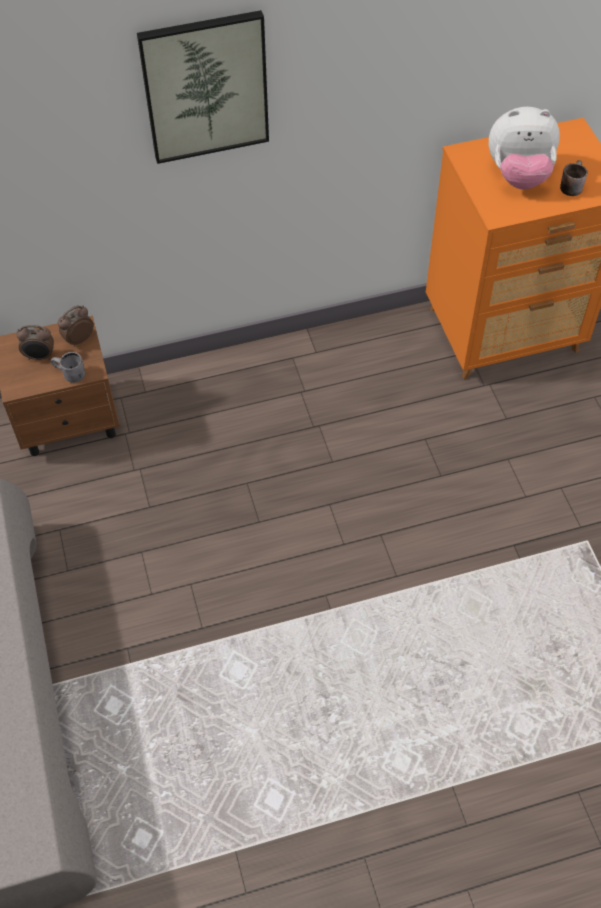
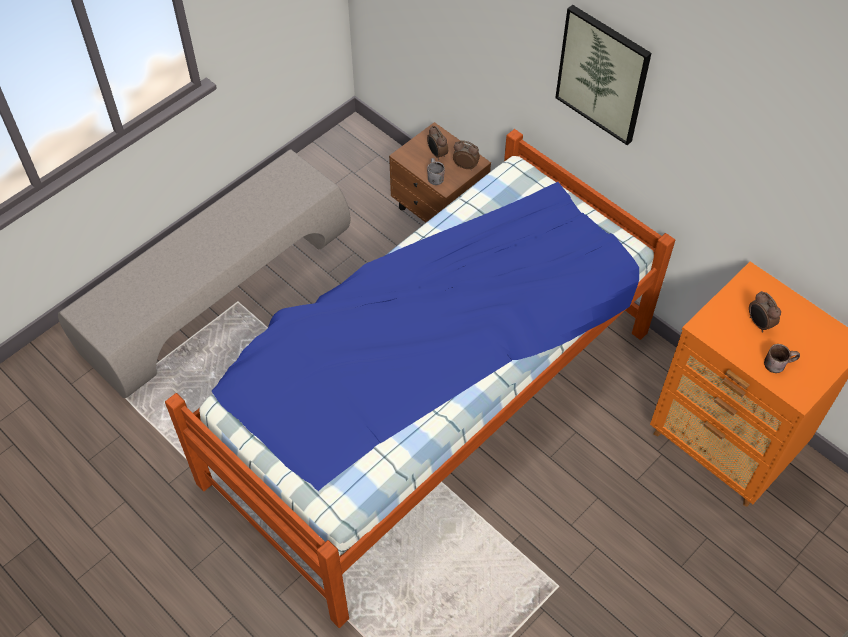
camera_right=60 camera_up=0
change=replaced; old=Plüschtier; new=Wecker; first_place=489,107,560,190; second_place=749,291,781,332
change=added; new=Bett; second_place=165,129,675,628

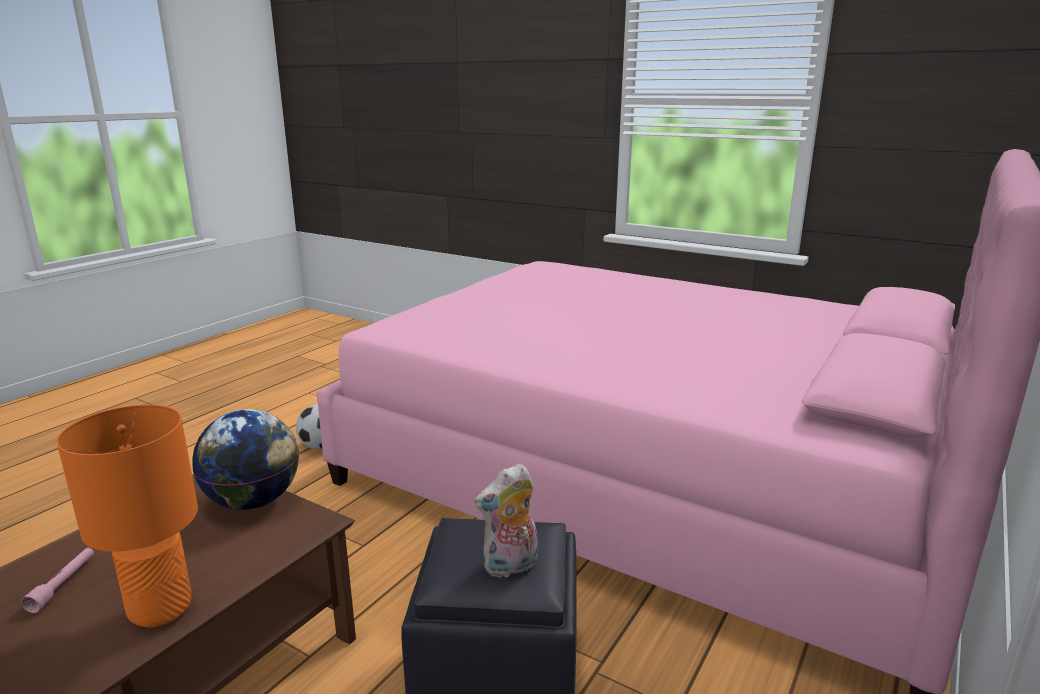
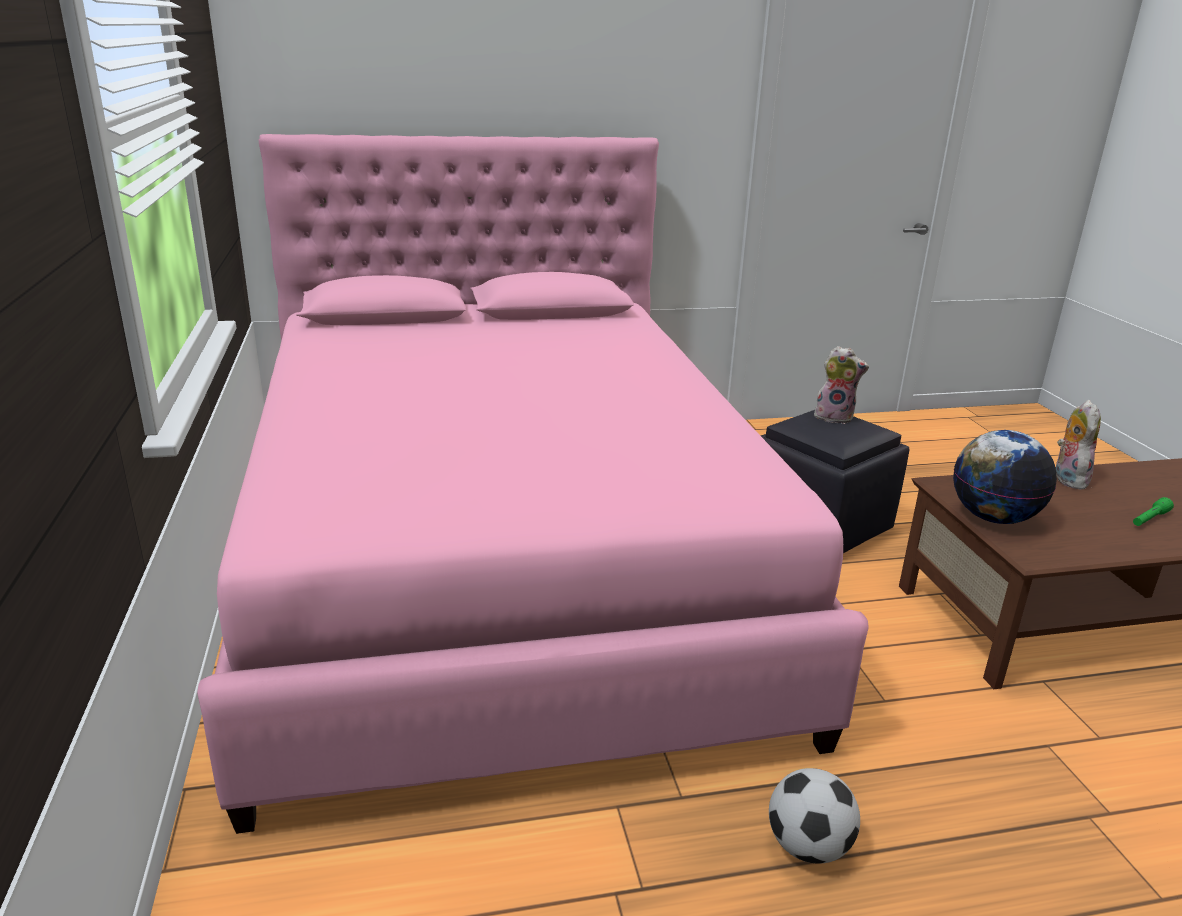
camera_right=-135 camera_up=5
change=recoloured; old=Taschenlampe [rosa]; new=Taschenlampe [grün]; first_place=21,548,94,613; second_place=1133,497,1174,526
change=replaced; old=Tischlampe [orange]; new=Plüschtier; first_place=57,405,198,628; second_place=1056,400,1101,490

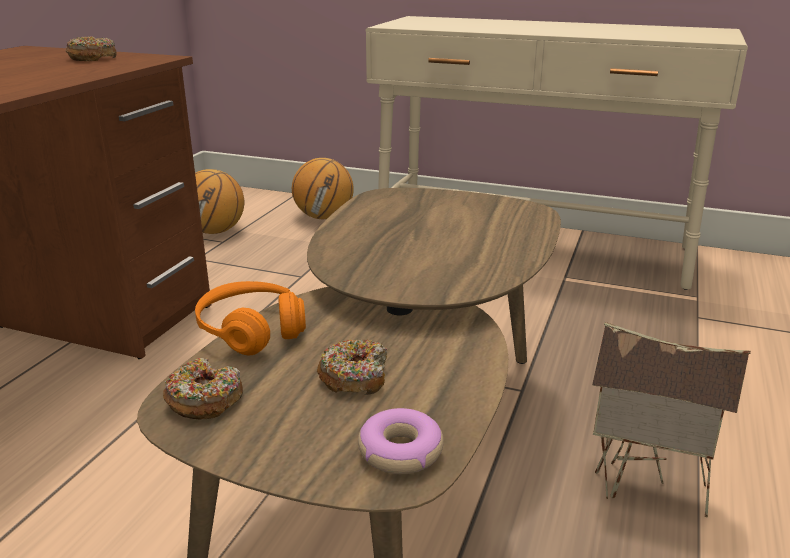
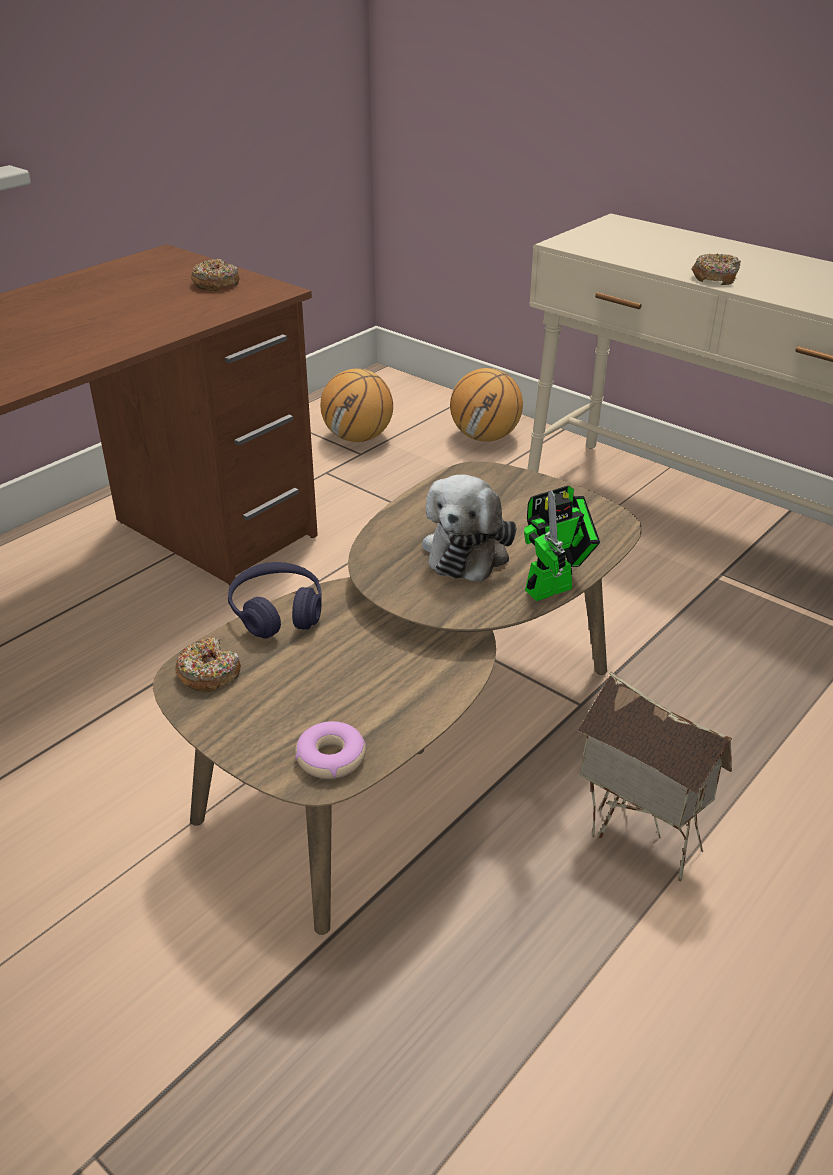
camera_right=20 camera_up=10
change=recoloured; old=Kopfhörer [orange]; new=Kopfhörer [lila]; first_place=195,281,306,355; second_place=228,562,322,639
change=moved; old=Donut; first_place=317,339,387,395; second_place=691,253,741,285
change=added; new=Plüschtier; second_place=422,475,516,582
change=added; new=Spielzeugroboter; second_place=524,486,600,601

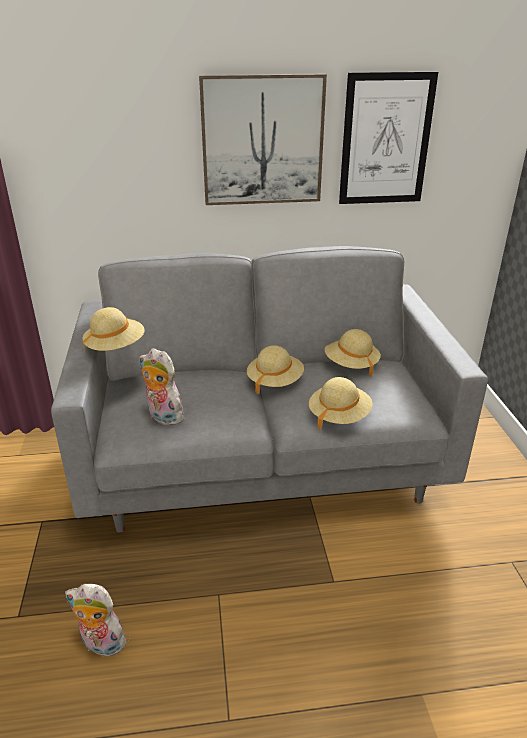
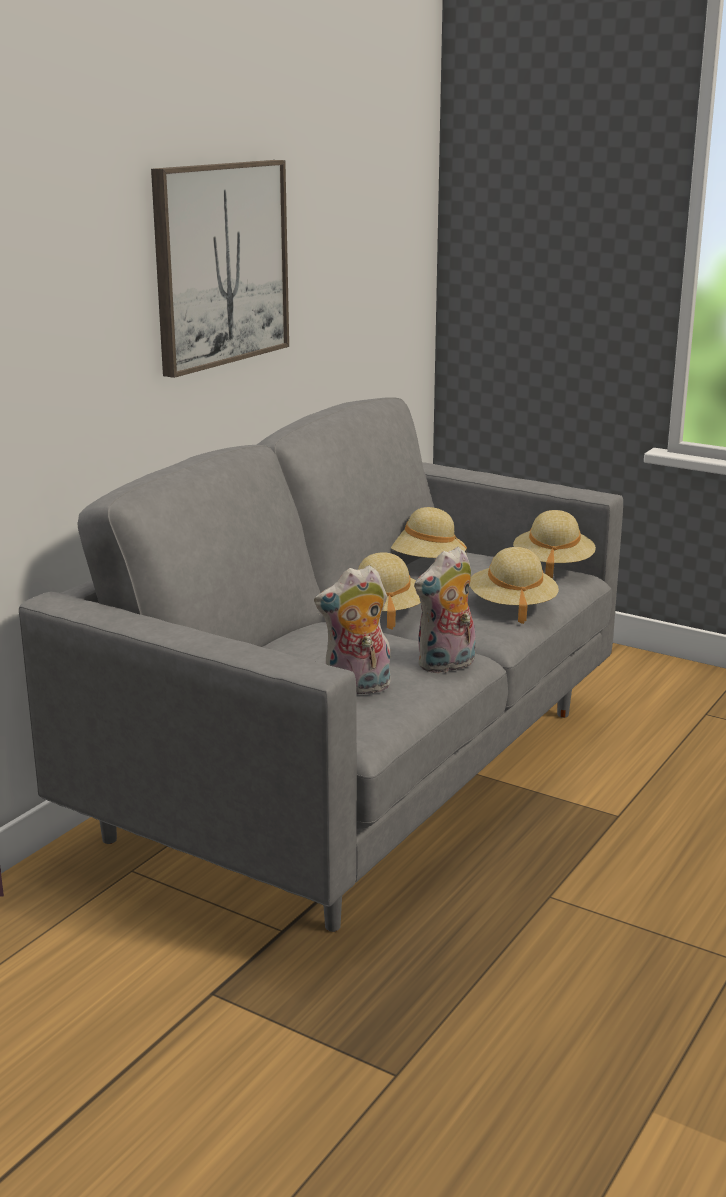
camera_right=-50 camera_up=-10
change=moved; old=Plüschtier; first_place=65,584,126,656; second_place=414,547,476,674
change=moved; old=Hut [beige]; first_place=82,307,145,352; second_place=513,510,596,578
change=removed; old=Bild; first_place=339,72,438,204

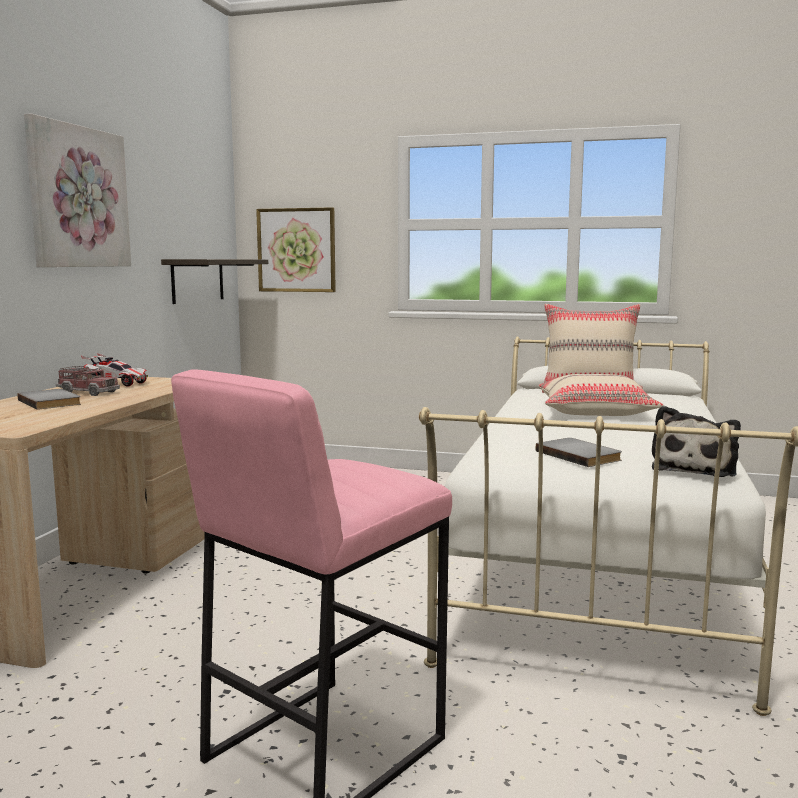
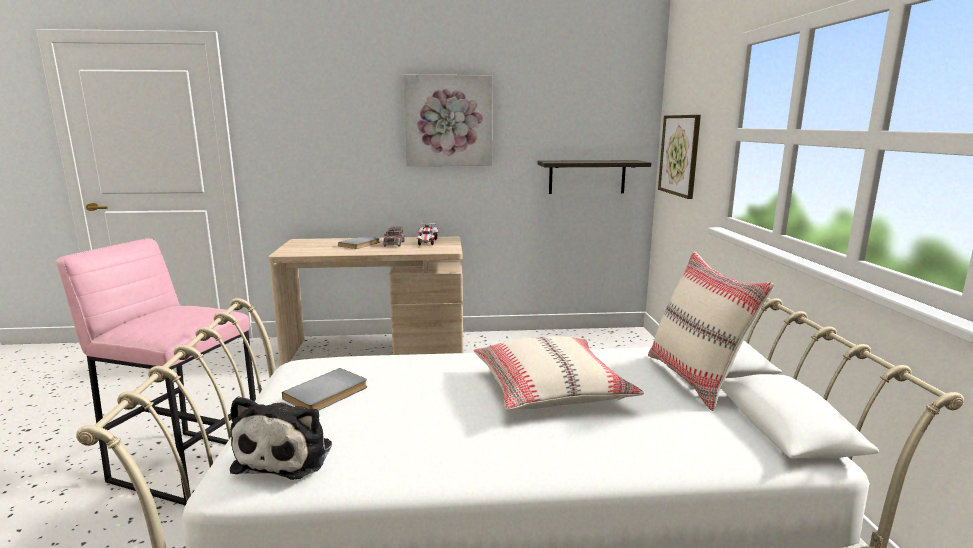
camera_right=70 camera_up=5
change=turned; old=Plüschtier; first_place=652,406,741,477; second_place=230,396,332,480; degrees=-90

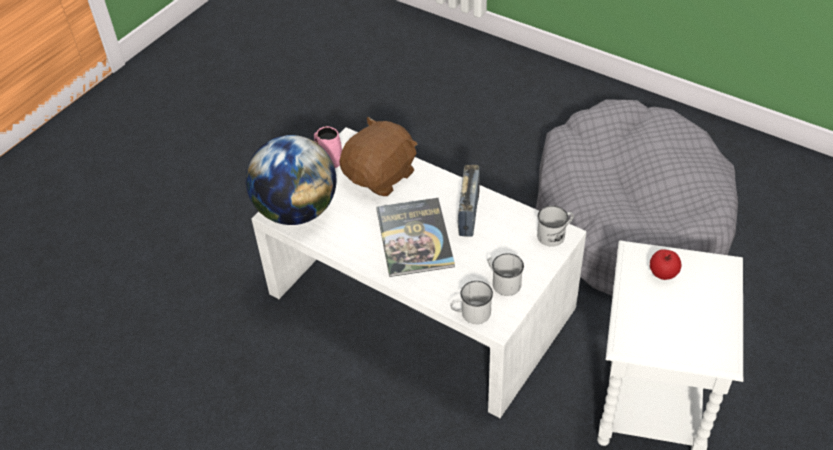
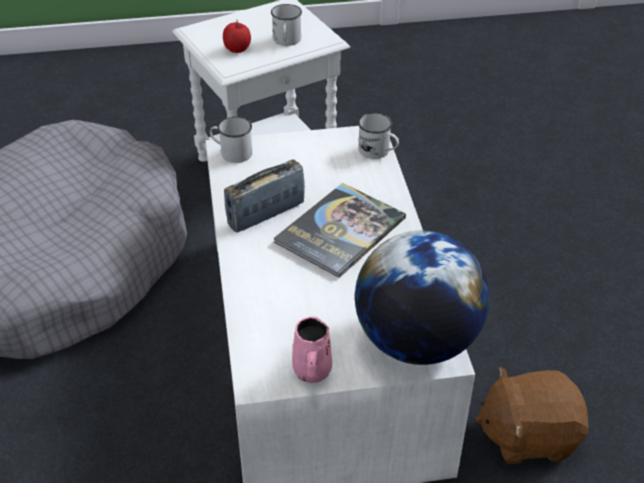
camera_right=-135 camera_up=-5
change=moved; old=Plüschtier [braun]; first_place=339,117,417,196; second_place=474,366,589,464
change=moved; old=Henkelbecher [weiß]; first_place=488,253,524,296; second_place=271,4,302,46

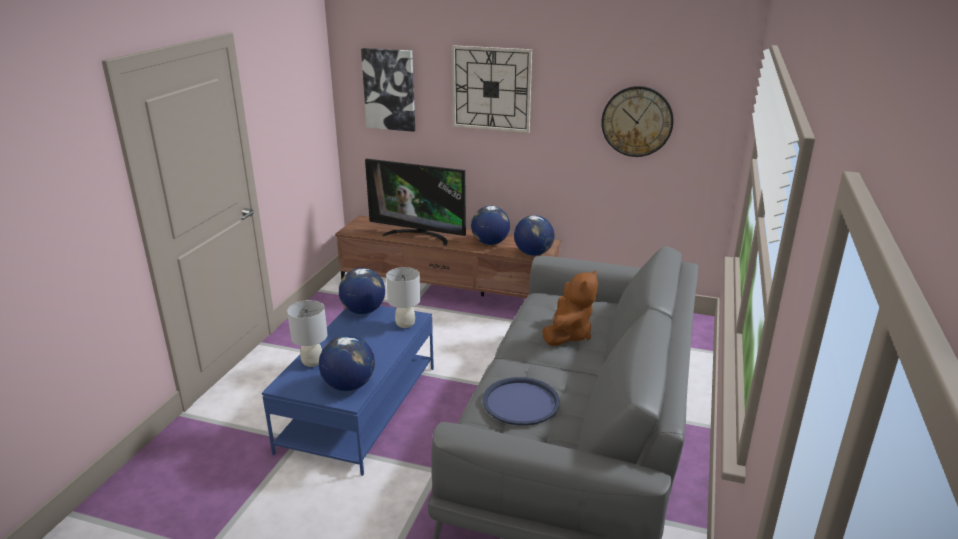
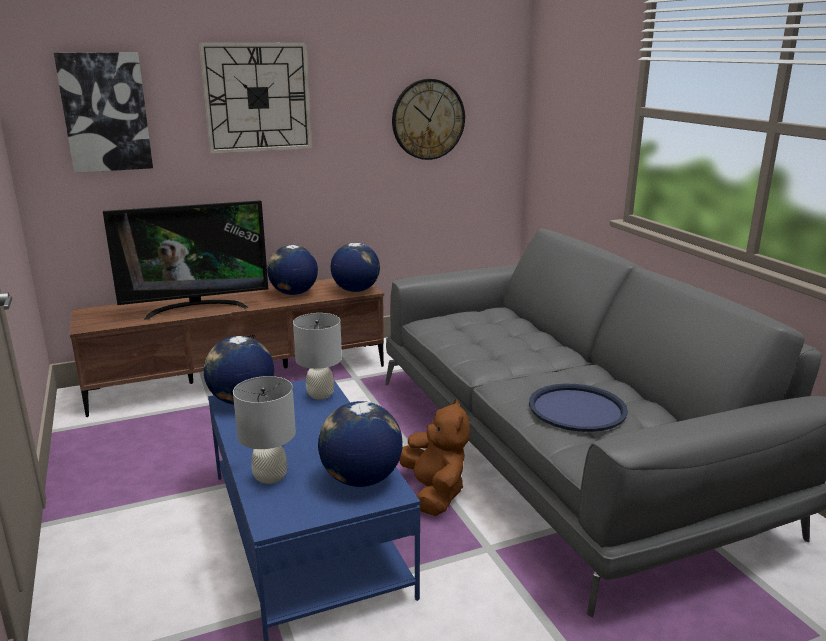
camera_right=-40 camera_up=-5
change=moved; old=Plüschtier [braun]; first_place=542,270,598,346; second_place=399,399,470,516

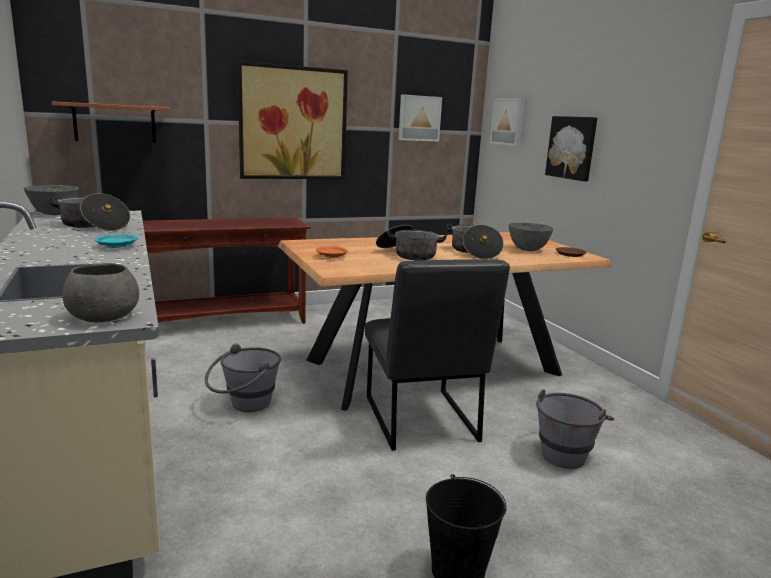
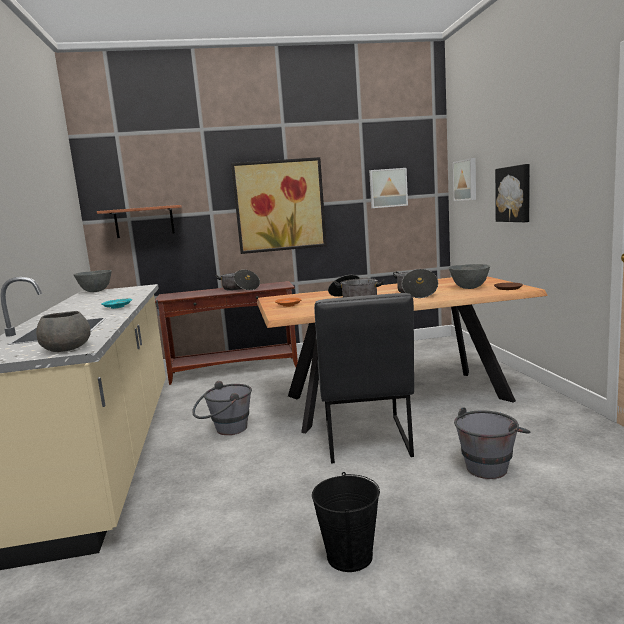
camera_right=15 camera_up=-5
change=moved; old=Kochtopf; first_place=48,193,130,231; second_place=215,270,260,290

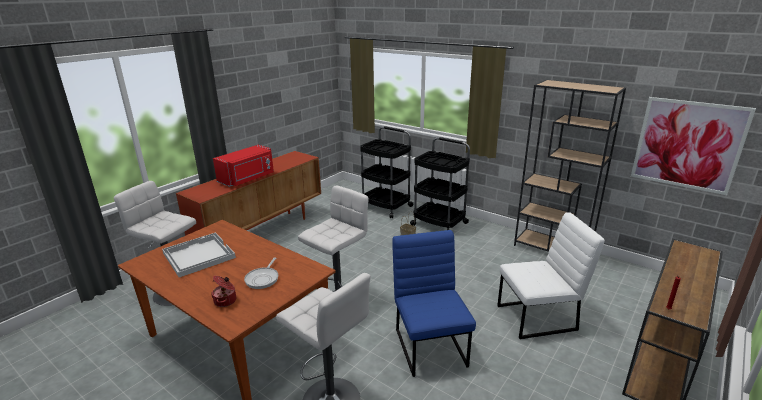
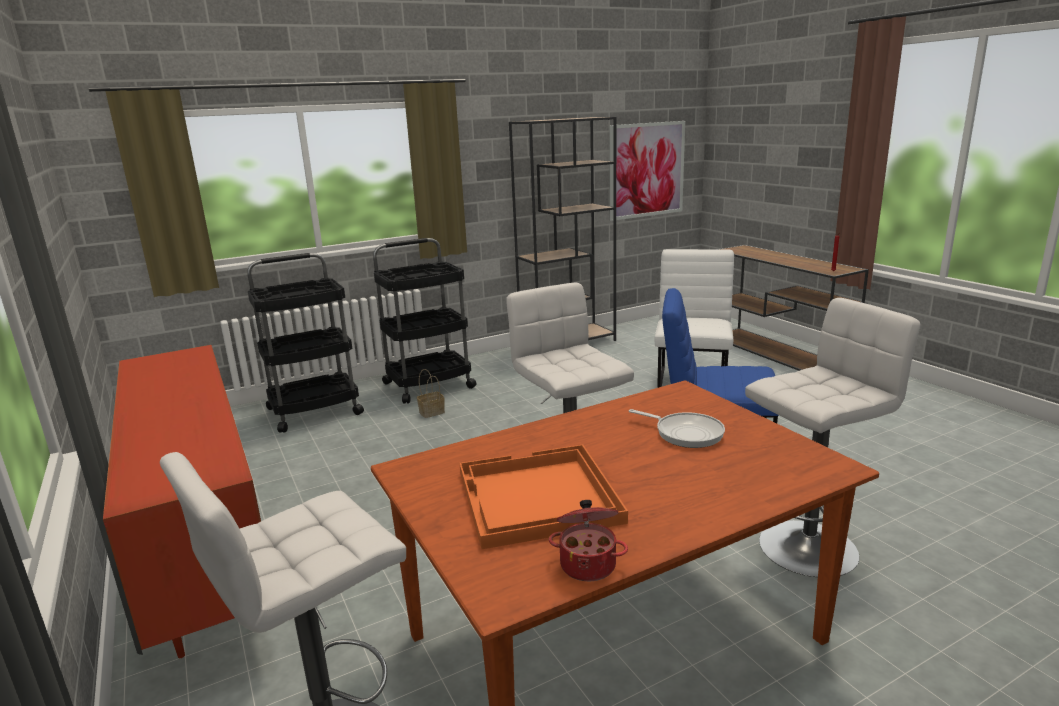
camera_right=-65 camera_up=-5
change=recoloured; old=Tablett [weiß]; new=Tablett [orange]; first_place=162,232,236,277; second_place=459,444,628,550
change=moved; old=Kochtopf; first_place=211,276,236,307; second_place=549,500,628,581
change=removed; old=Mikrowelle [rot]; first_place=213,145,274,187

